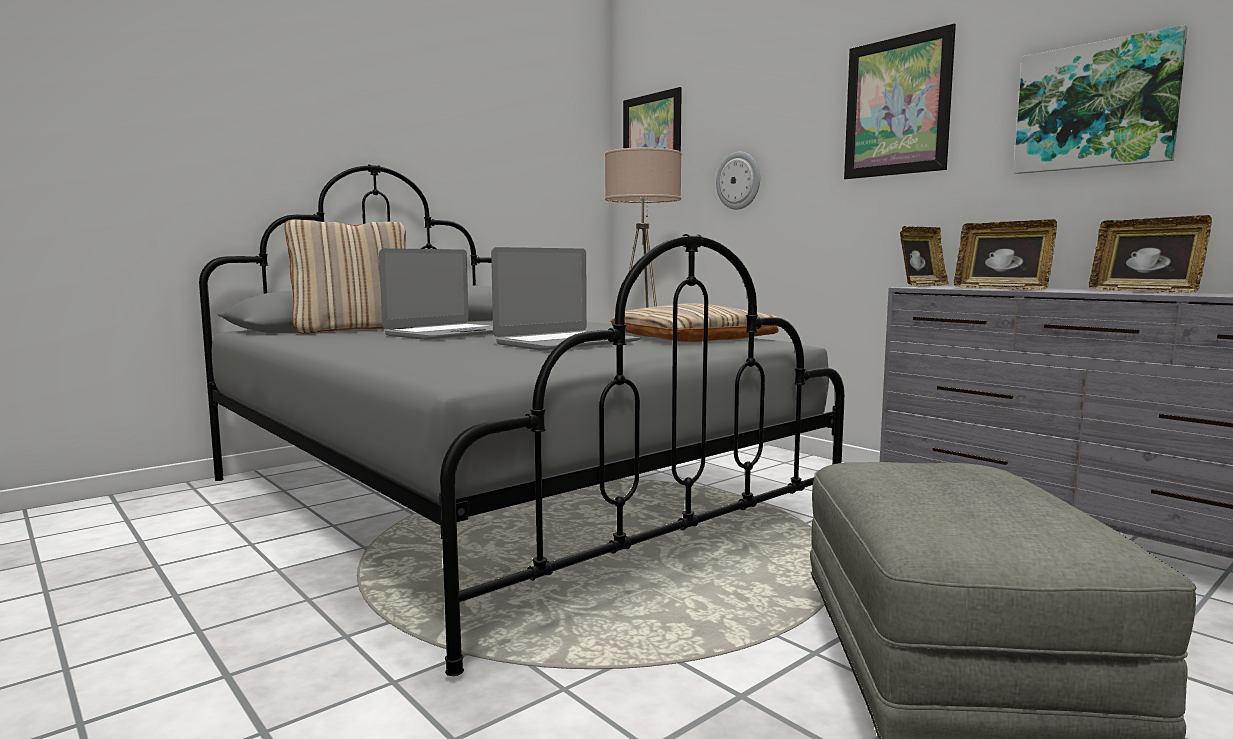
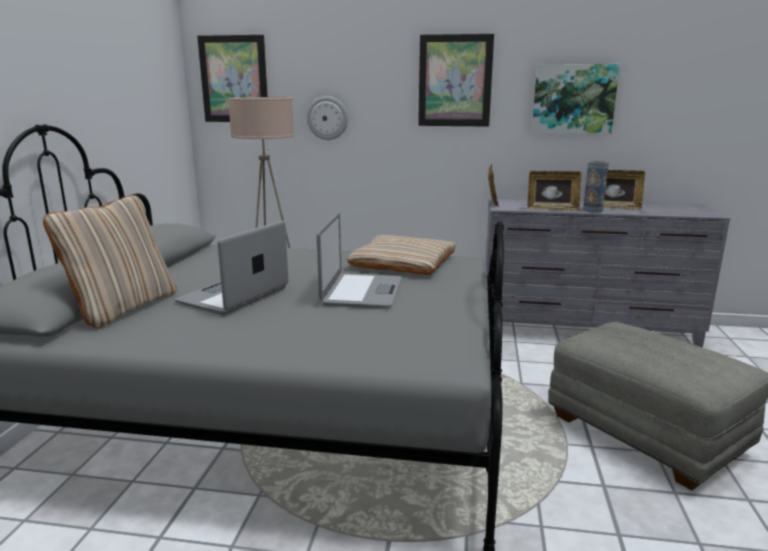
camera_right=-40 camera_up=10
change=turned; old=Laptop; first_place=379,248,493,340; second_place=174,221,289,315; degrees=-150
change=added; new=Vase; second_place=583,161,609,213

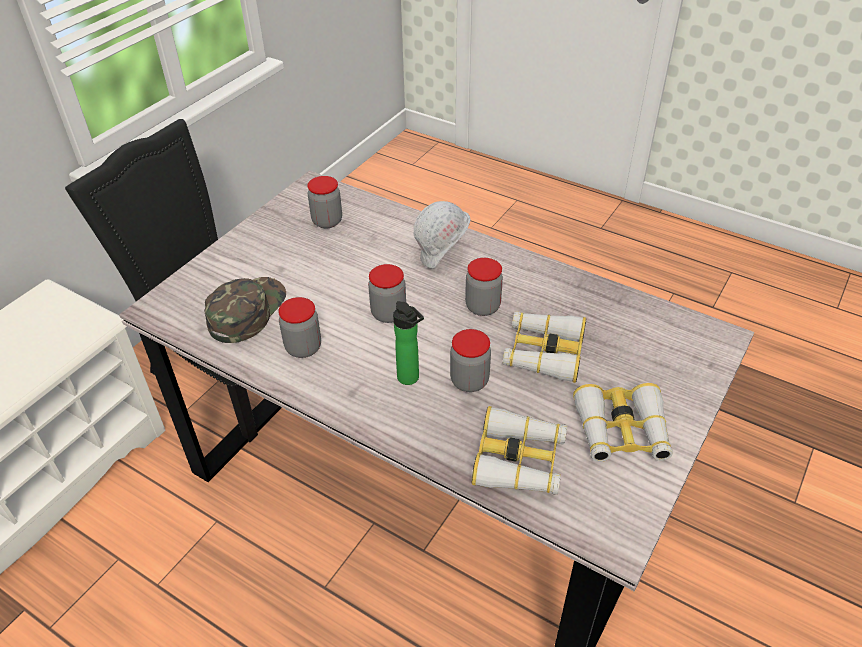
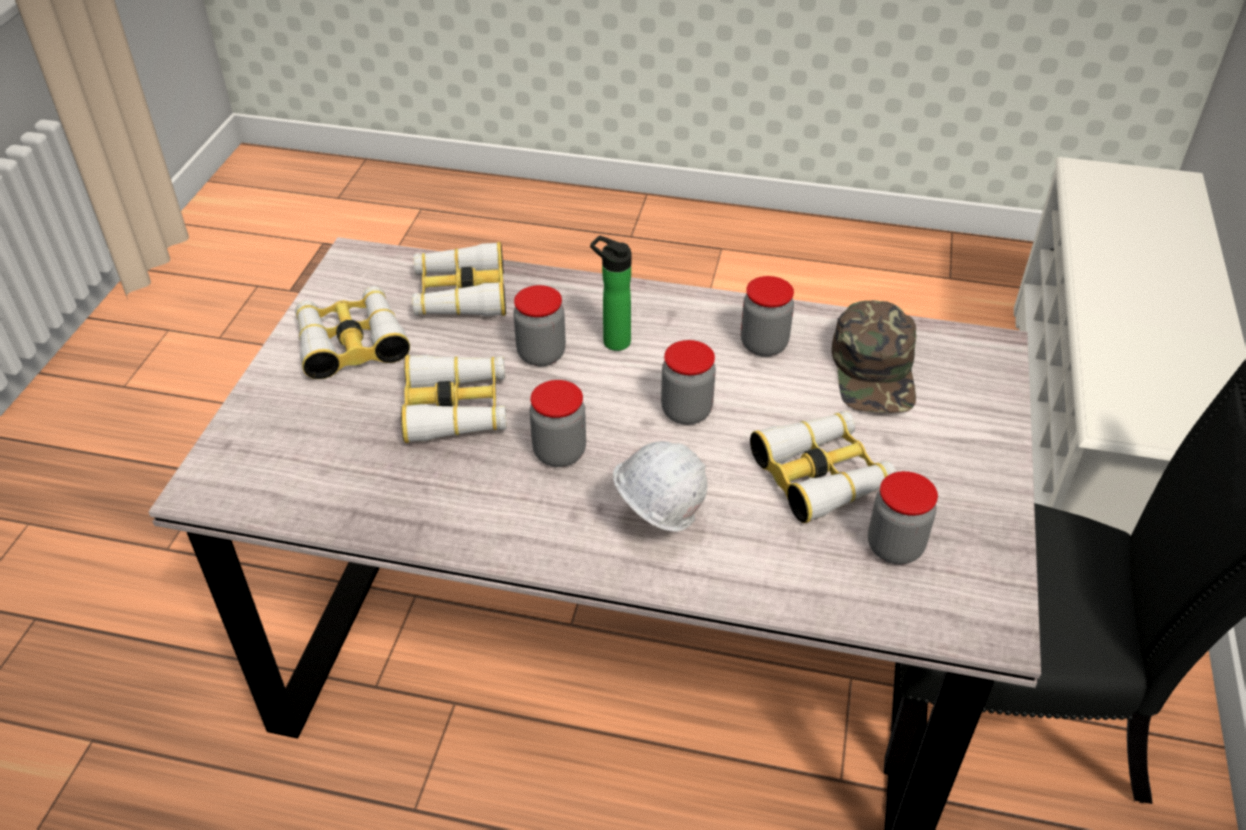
camera_right=160 camera_up=0
change=added; new=Fernglas; second_place=750,411,896,523

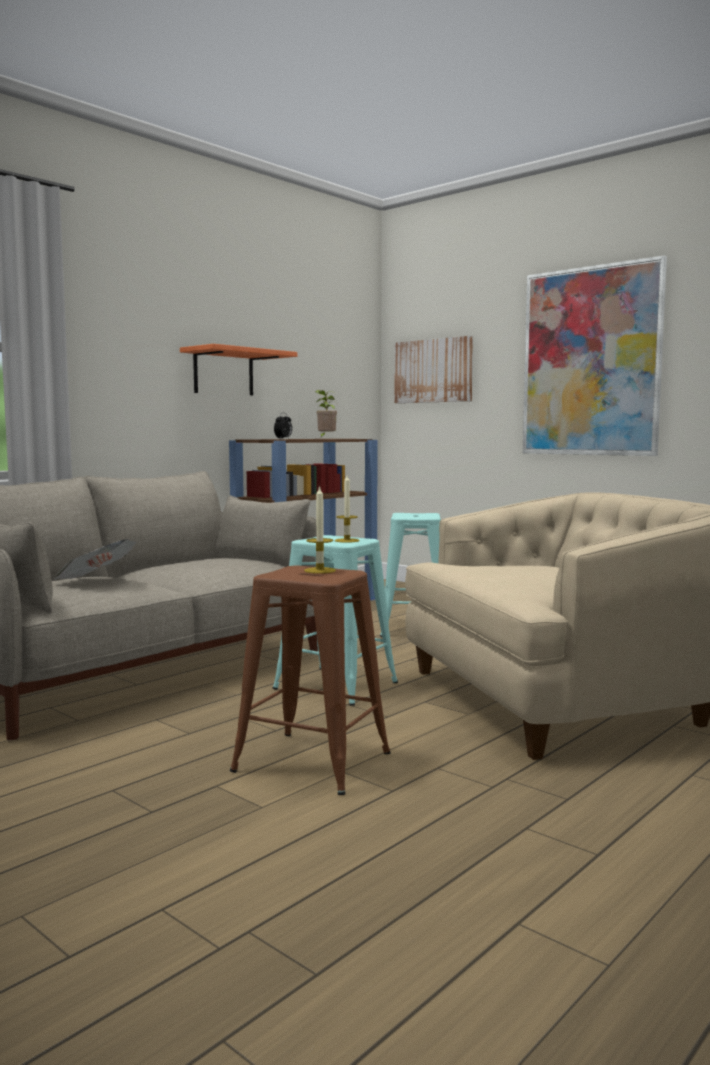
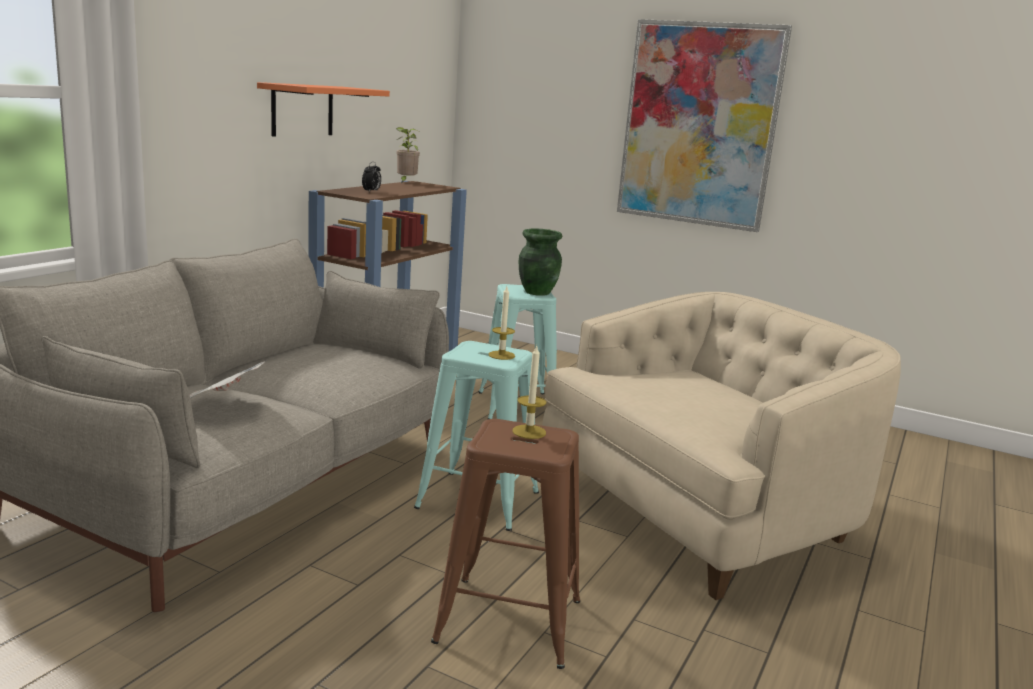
camera_right=-15 camera_up=10
change=removed; old=Bild; first_place=394,336,473,403
change=added; new=Vase [grün]; second_place=519,229,562,296

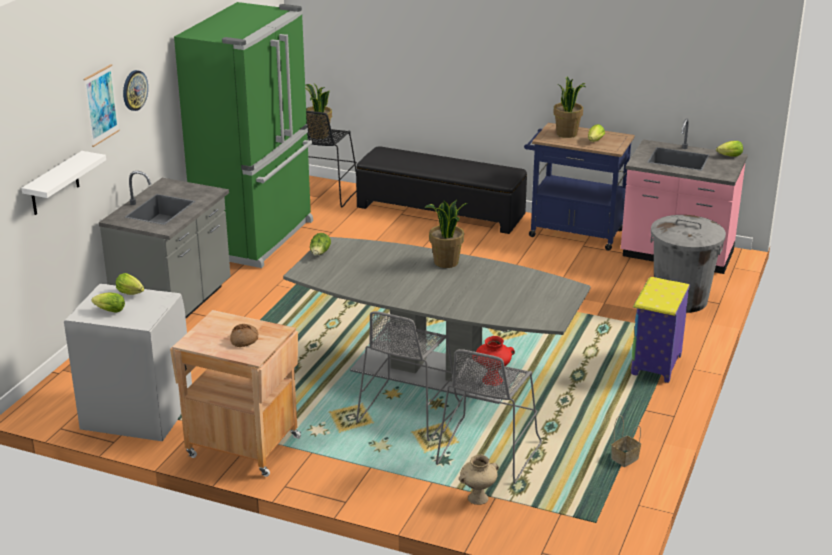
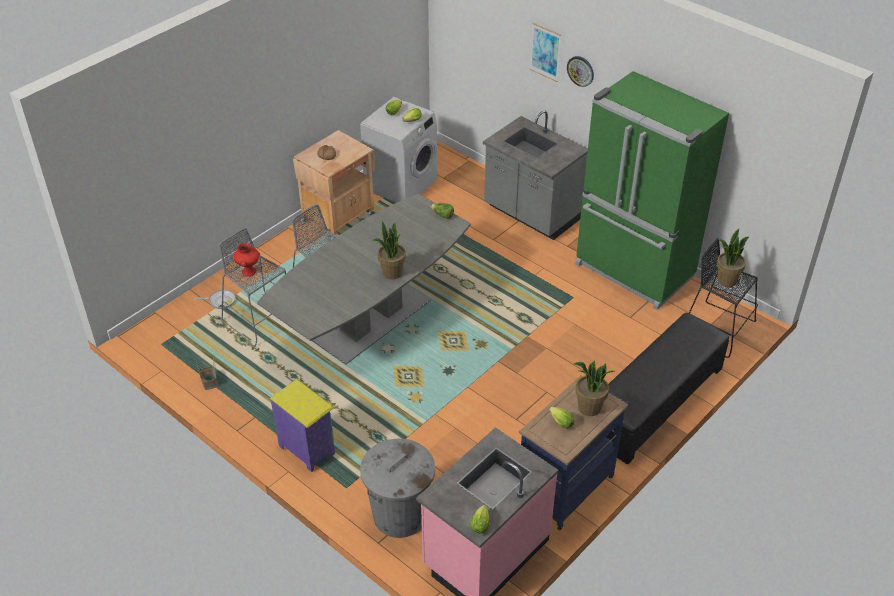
camera_right=110 camera_up=15
change=removed; old=Wandregal [weiß]; first_place=22,151,106,215
change=replaced; old=Vase [beige]; new=Pfanne; first_place=459,454,499,505; second_place=195,290,235,309

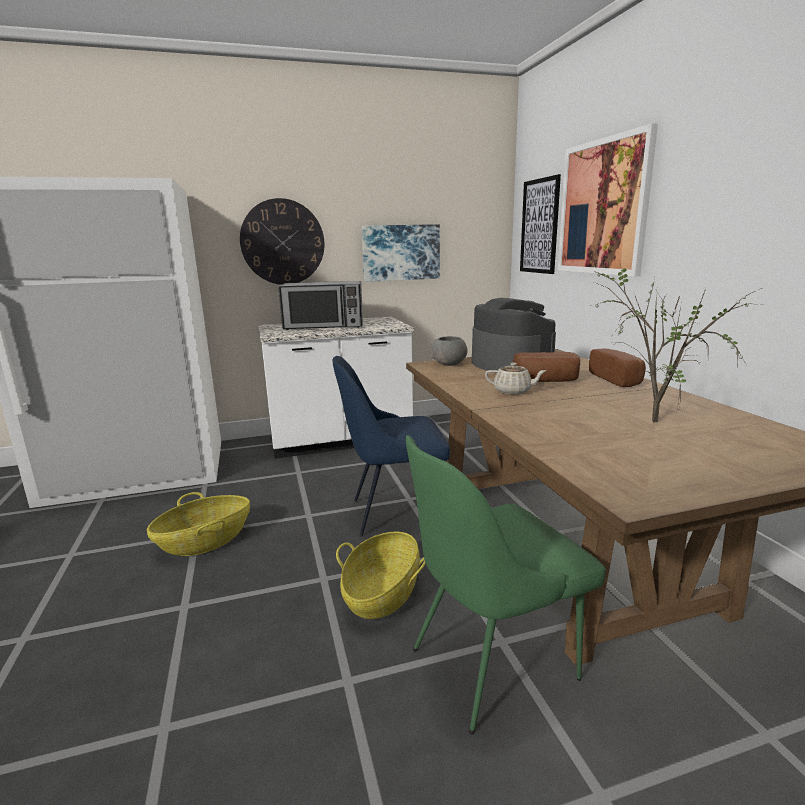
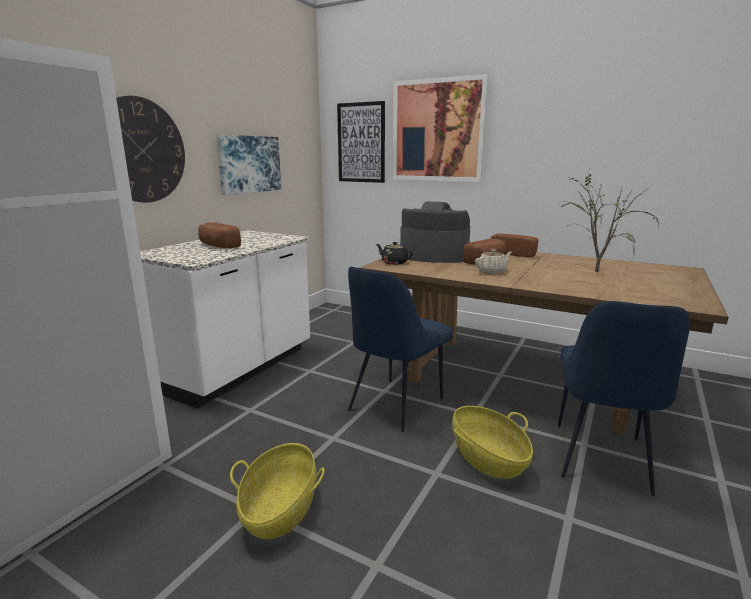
camera_right=-45 camera_up=0
change=replaced; old=Mikrowelle; new=Brot; first_place=278,281,363,330; second_place=198,222,241,248
change=recoloured; old=Stuhl [grün]; new=Stuhl [blau]; first_place=406,435,606,735; second_place=558,301,690,496
change=replaced; old=Schüssel [grau]; new=Teekanne [schwarz]; first_place=431,336,468,366; second_place=376,242,413,265

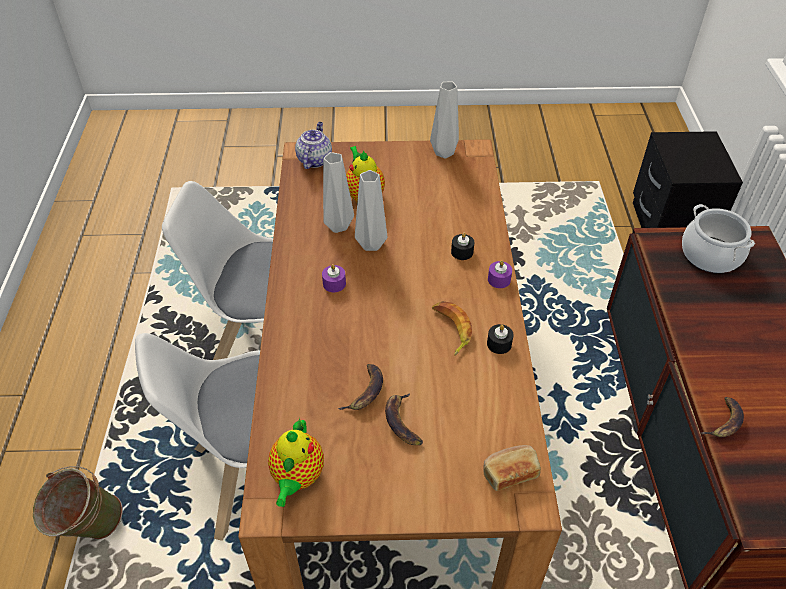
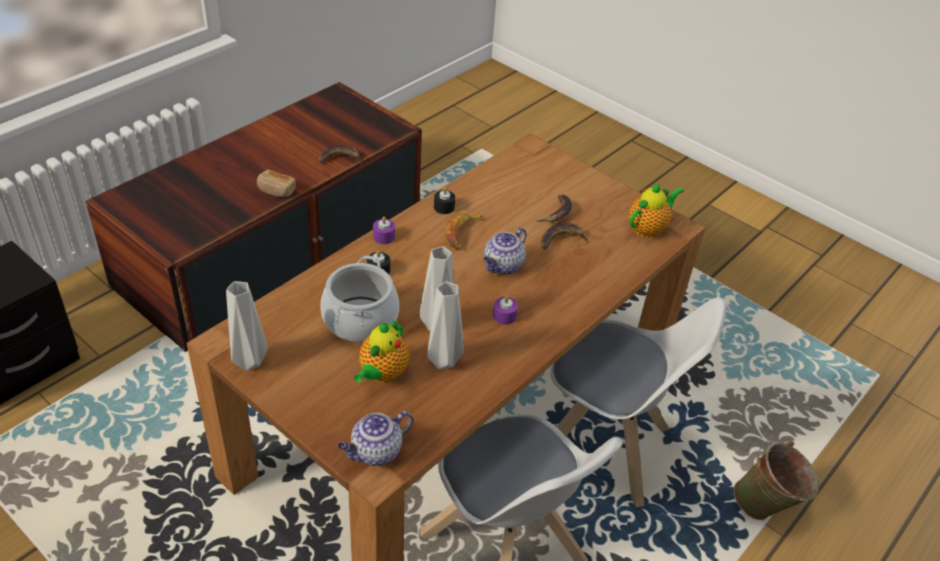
camera_right=-140 camera_up=-5
change=moved; old=Brot; first_place=483,445,541,491; second_place=257,170,296,197
change=moved; old=Kochtopf; first_place=682,204,755,273; second_place=321,255,399,342
change=added; new=Teekanne; second_place=484,228,526,275

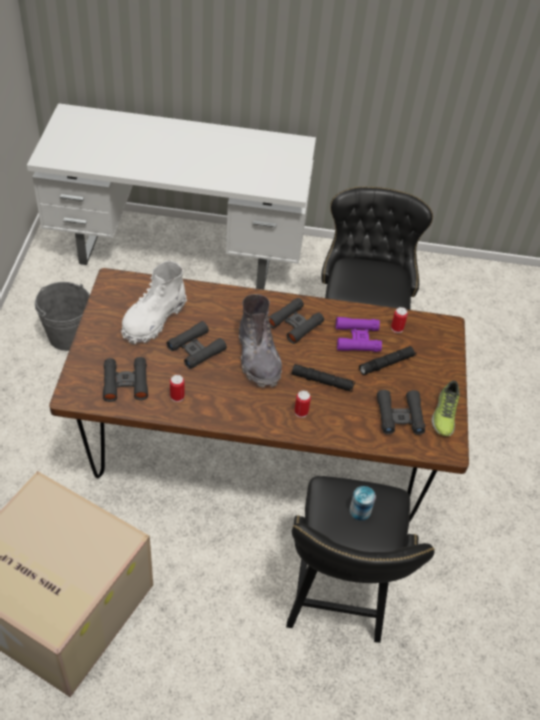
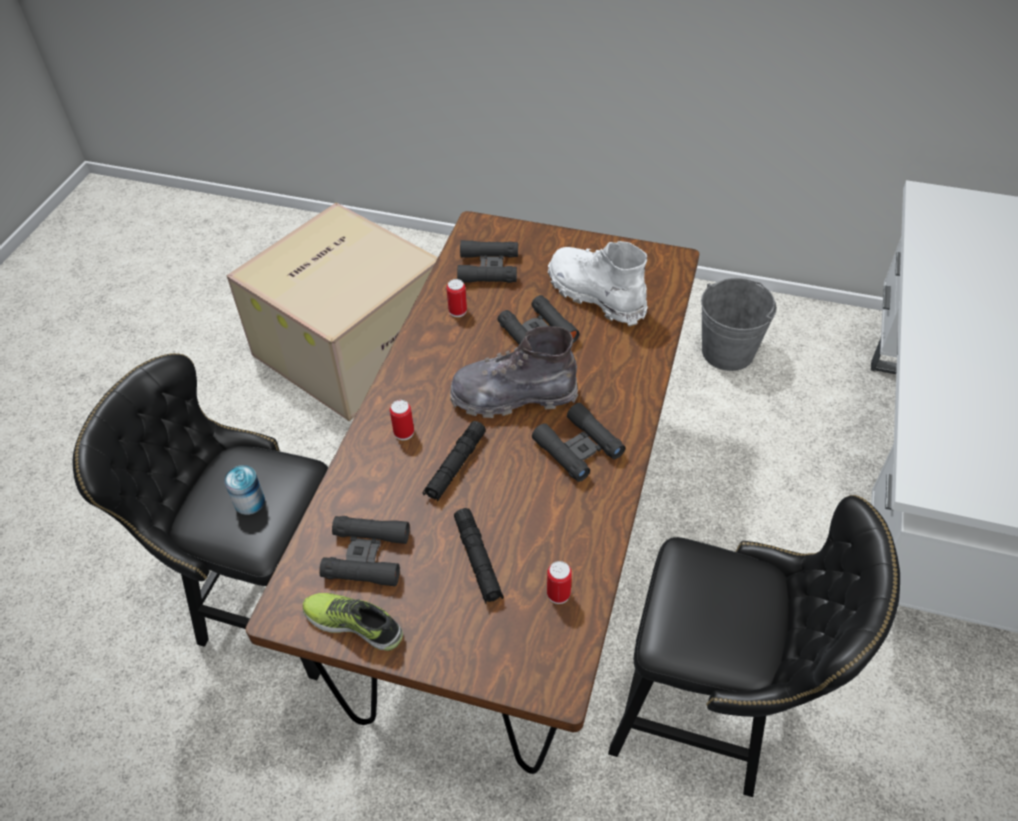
camera_right=105 camera_up=0
change=removed; old=Fernglas [lila]; first_place=336,317,382,352

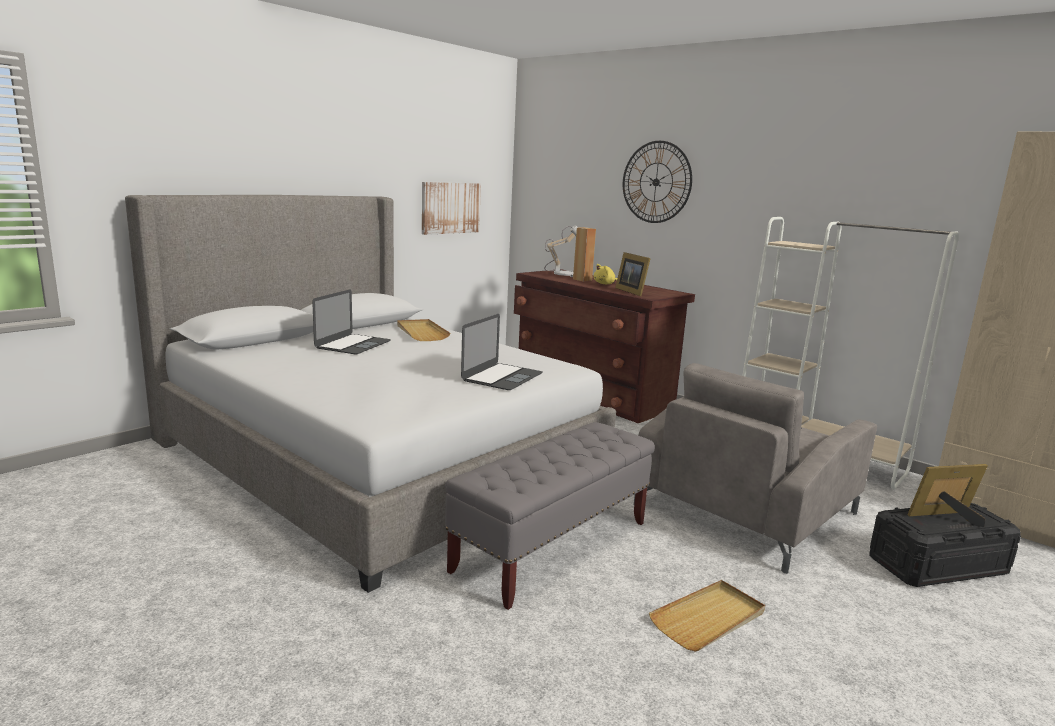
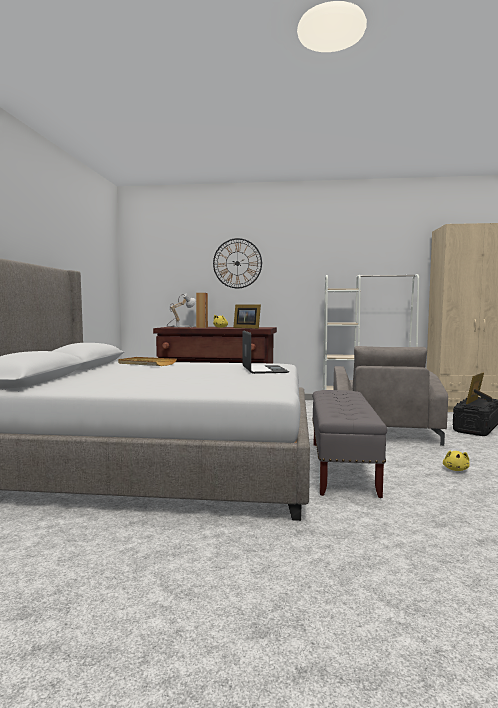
camera_right=-35 camera_up=-10
change=removed; old=Laptop; first_place=312,289,391,354
change=removed; old=Bild; first_place=422,182,481,235
change=replaced; old=Tablett [beige]; new=Plüschtier [gelb]; first_place=649,580,765,651; second_place=443,451,470,471

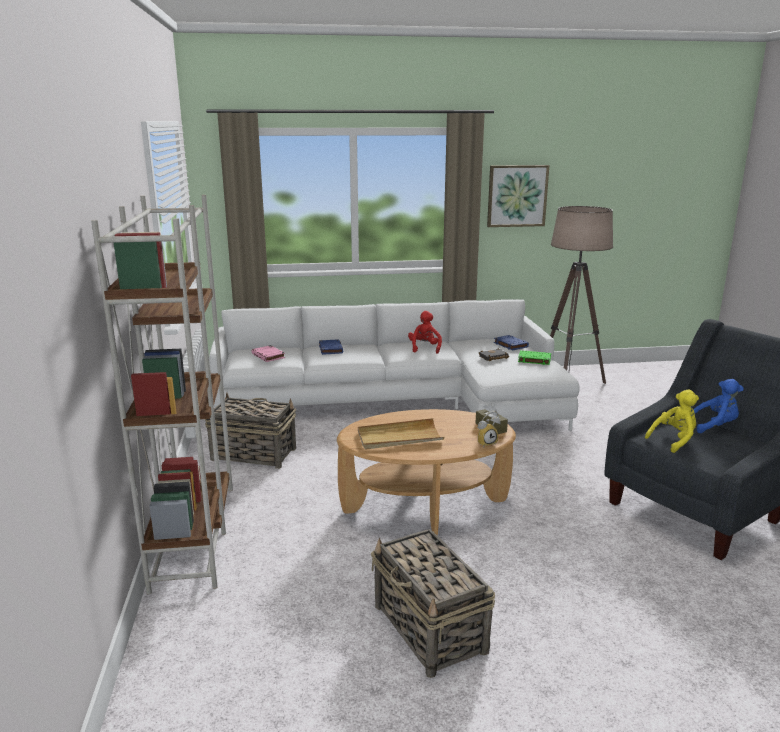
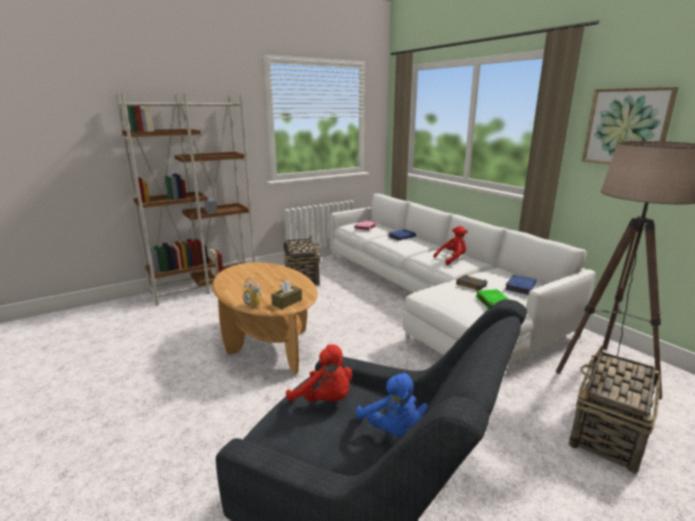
camera_right=65 camera_up=0
change=removed; old=Tablett [beige]; first_place=358,418,444,450
change=moved; old=Korb; first_place=371,529,495,678; second_place=568,346,660,473
change=recoloured; old=Plüschtier [gelb]; new=Plüschtier [rot]; first_place=645,390,699,453; second_place=286,344,352,402

